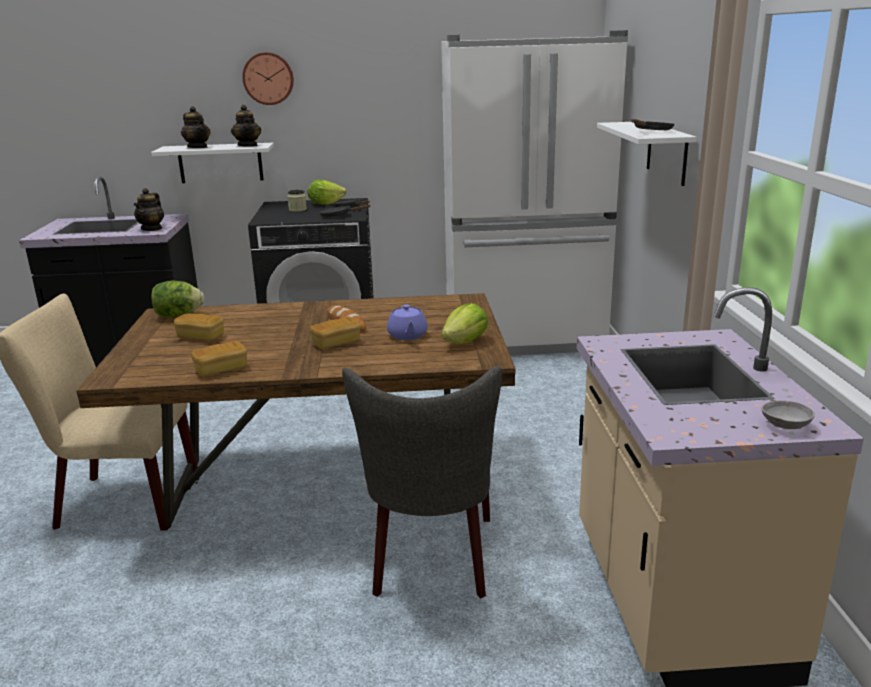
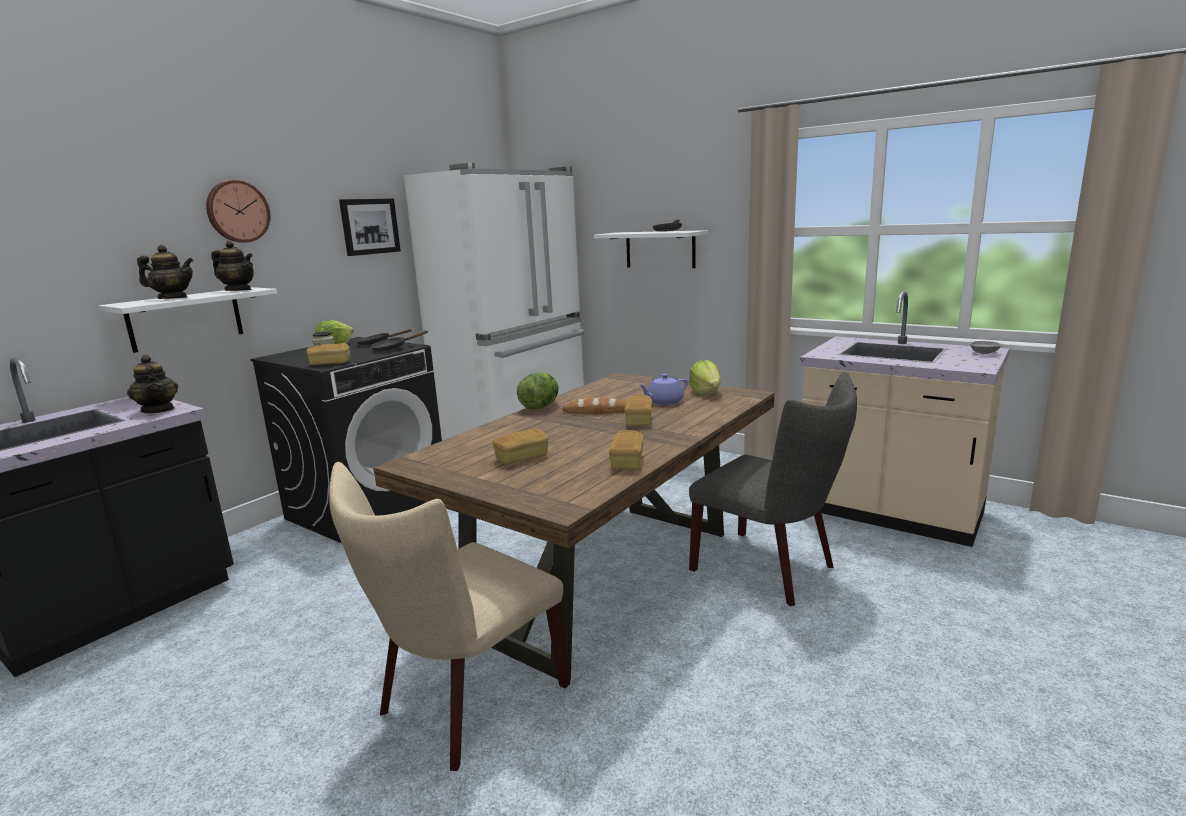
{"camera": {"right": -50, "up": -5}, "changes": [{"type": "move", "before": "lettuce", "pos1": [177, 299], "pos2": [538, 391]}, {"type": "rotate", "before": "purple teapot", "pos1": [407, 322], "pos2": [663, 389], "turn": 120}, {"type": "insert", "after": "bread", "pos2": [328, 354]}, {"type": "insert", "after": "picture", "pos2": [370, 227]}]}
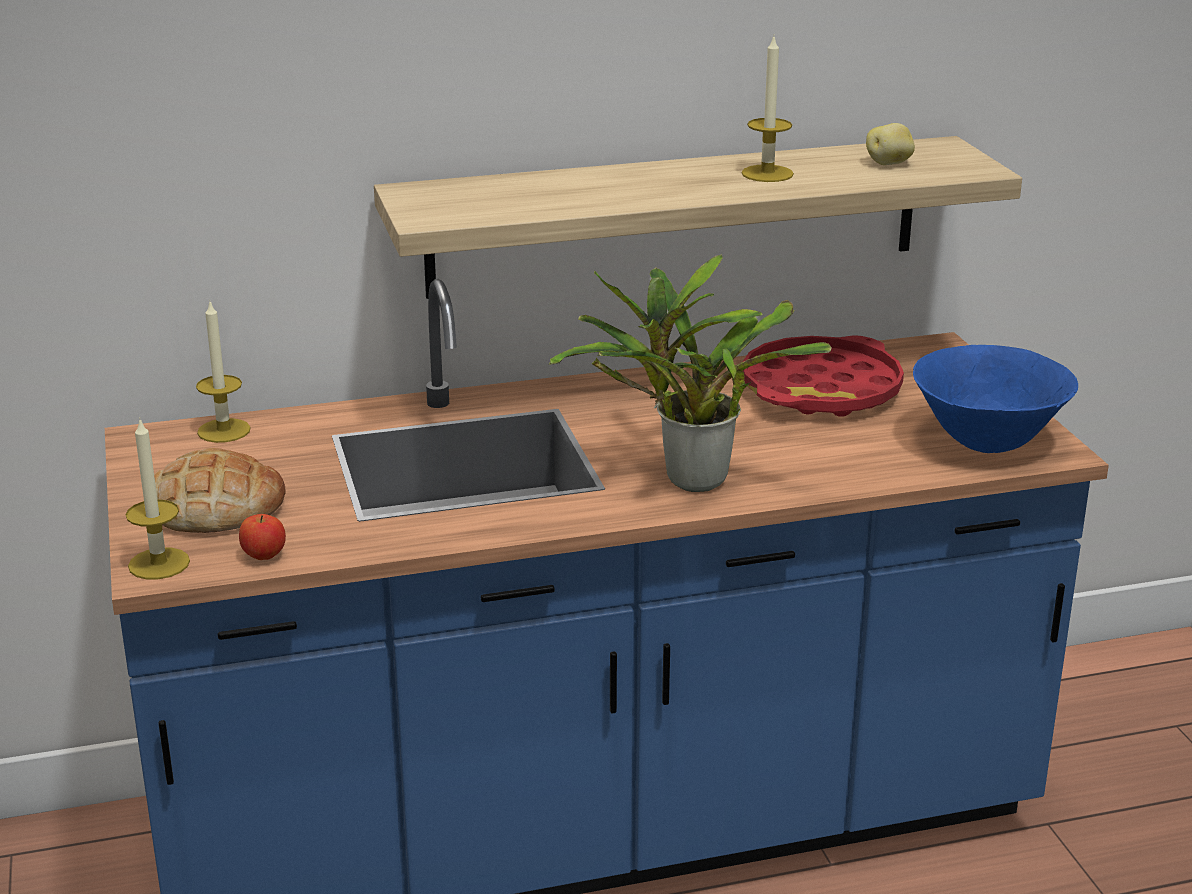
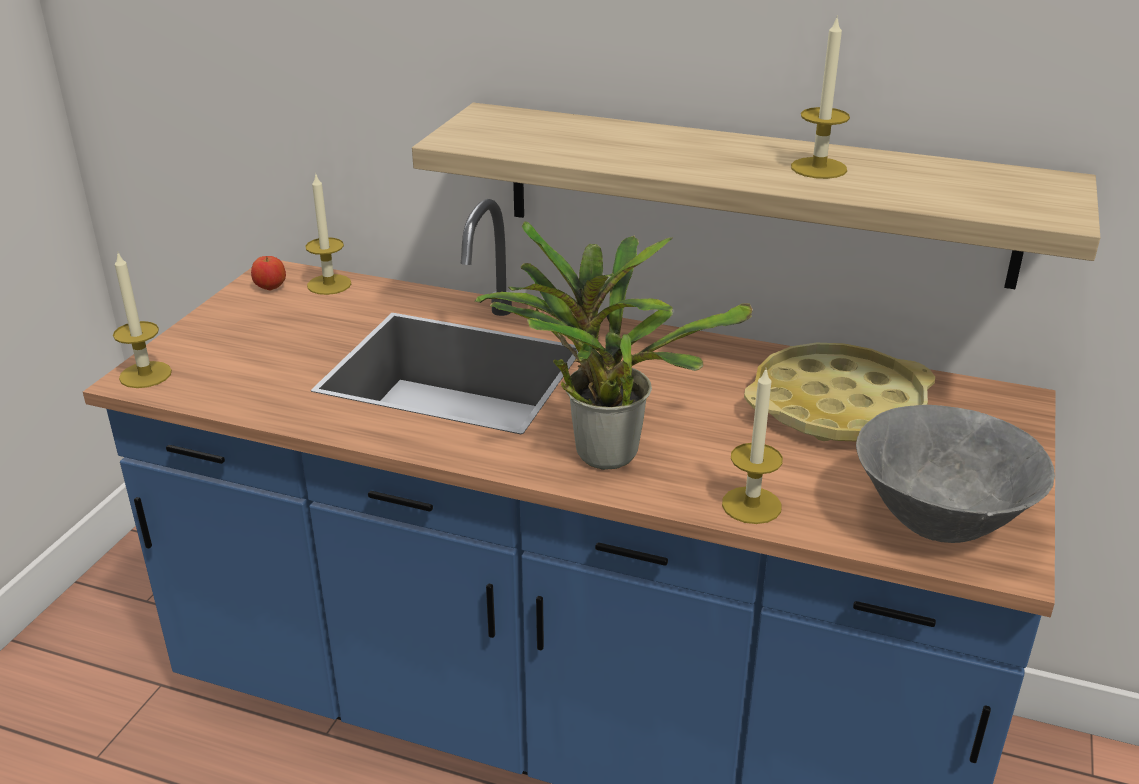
{"camera": {"right": 35, "up": 5}, "changes": [{"type": "delete", "before": "bread", "pos1": [219, 490]}, {"type": "move", "before": "apple", "pos1": [262, 537], "pos2": [268, 273]}, {"type": "recolor", "before": "red tray", "after": "yellow tray", "pos1": [823, 376], "pos2": [839, 392]}, {"type": "delete", "before": "potato", "pos1": [890, 144]}, {"type": "recolor", "before": "blue bowl", "after": "grey bowl", "pos1": [995, 399], "pos2": [955, 474]}, {"type": "insert", "after": "candle", "pos2": [752, 447]}]}
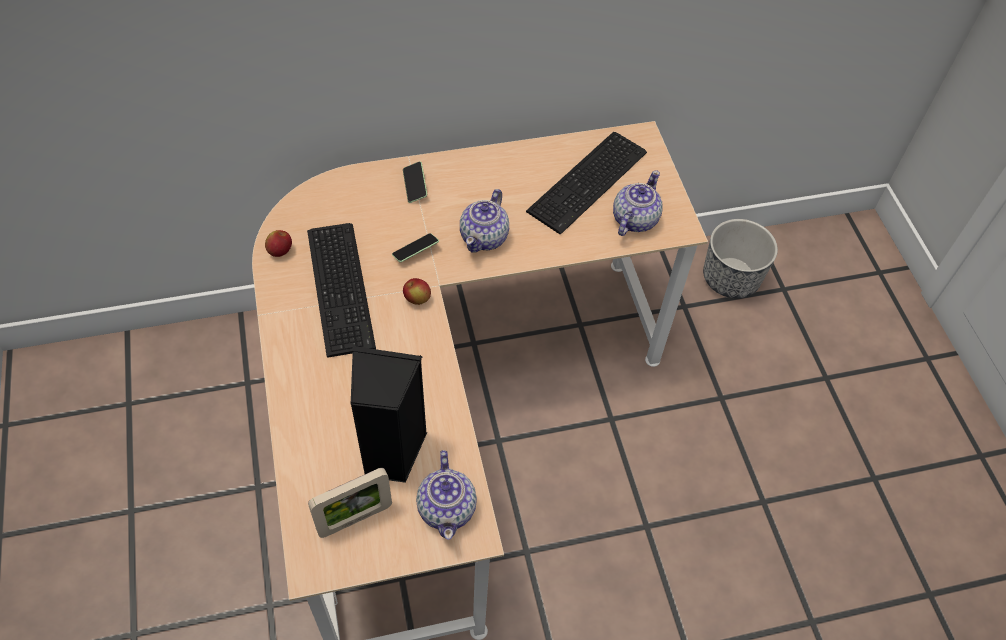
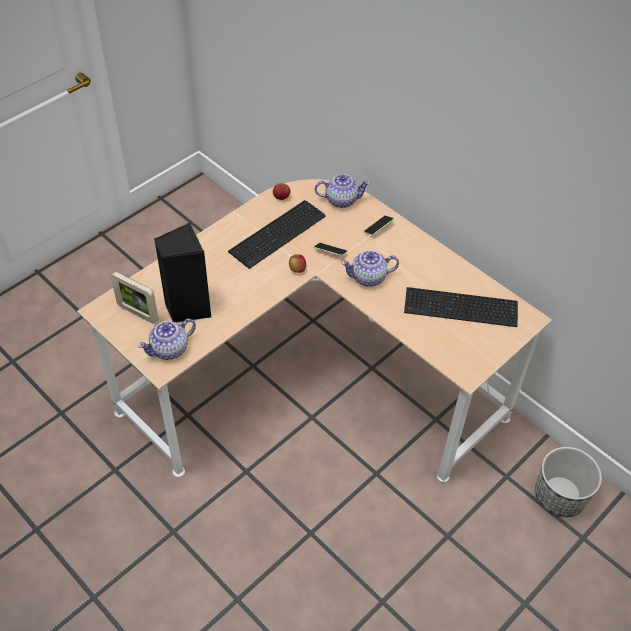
{"camera": {"right": 60, "up": -5}, "changes": [{"type": "move", "before": "teapot", "pos1": [637, 203], "pos2": [342, 191]}]}
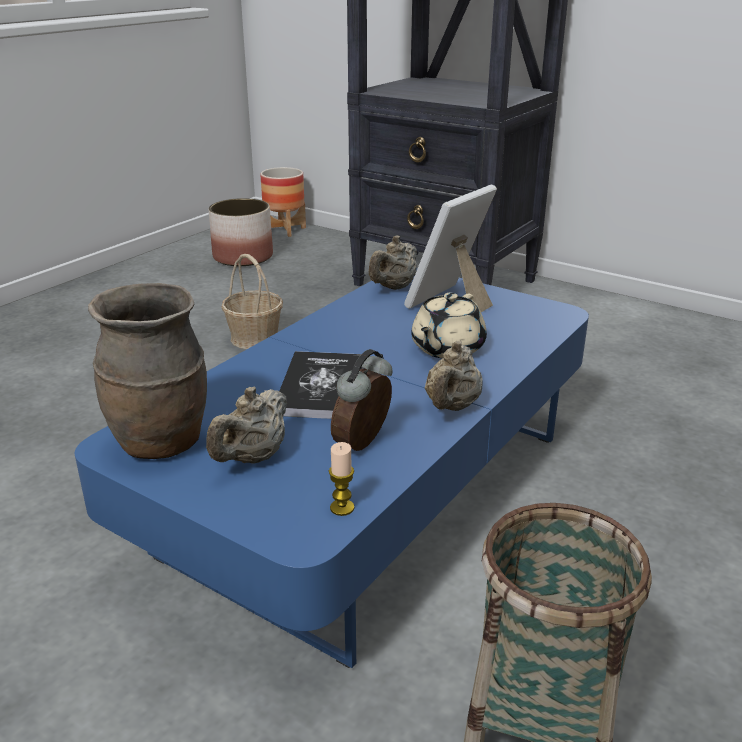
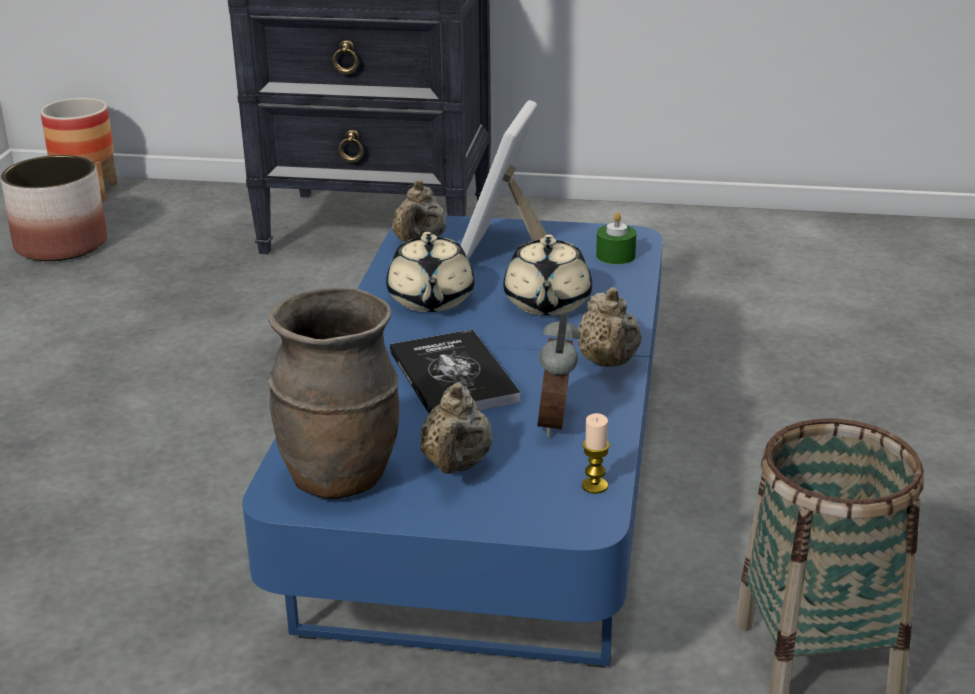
{"camera": {"right": -25, "up": 0}, "changes": [{"type": "delete", "before": "basket", "pos1": [252, 301]}, {"type": "insert", "after": "beige teapot", "pos2": [430, 272]}, {"type": "insert", "after": "green candle", "pos2": [616, 238]}]}
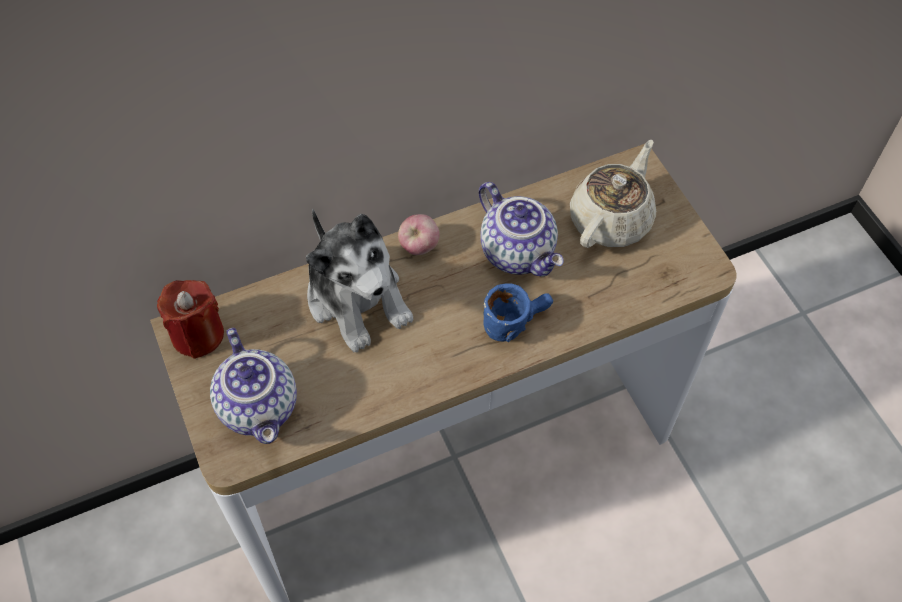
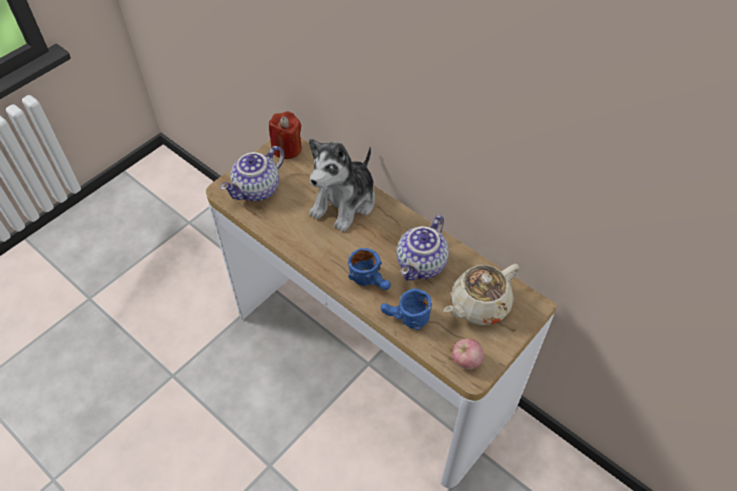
{"camera": {"right": 65, "up": -5}, "changes": [{"type": "move", "before": "apple", "pos1": [419, 234], "pos2": [468, 354]}, {"type": "rotate", "before": "beige teapot", "pos1": [613, 194], "pos2": [481, 294], "turn": 135}, {"type": "insert", "after": "blue mug", "pos2": [406, 309]}]}
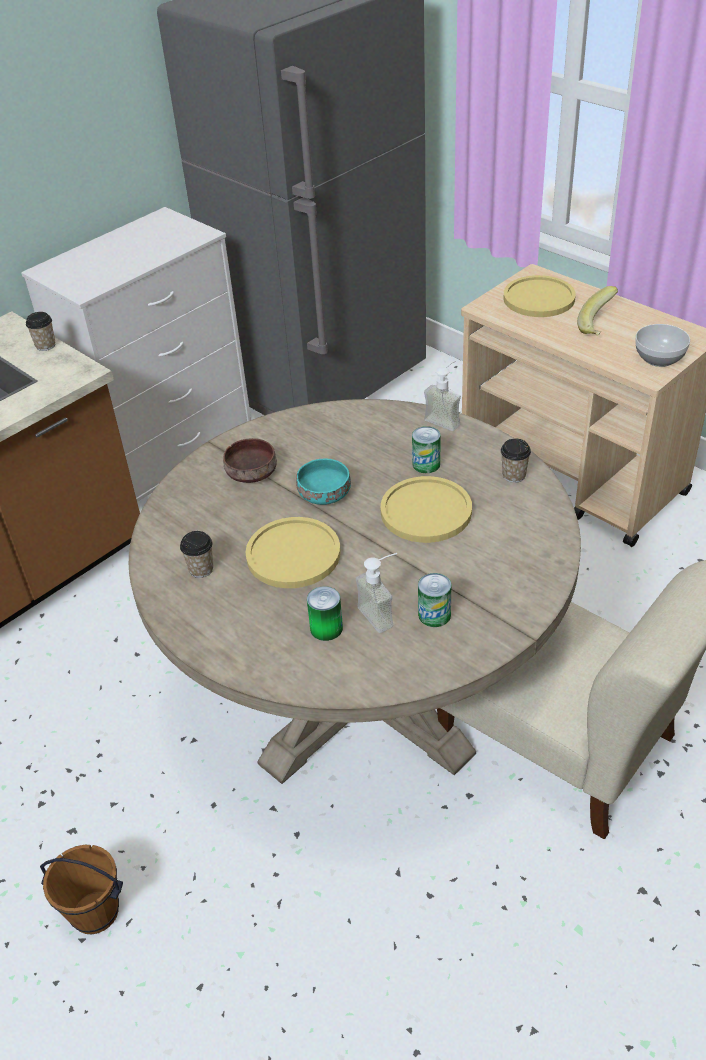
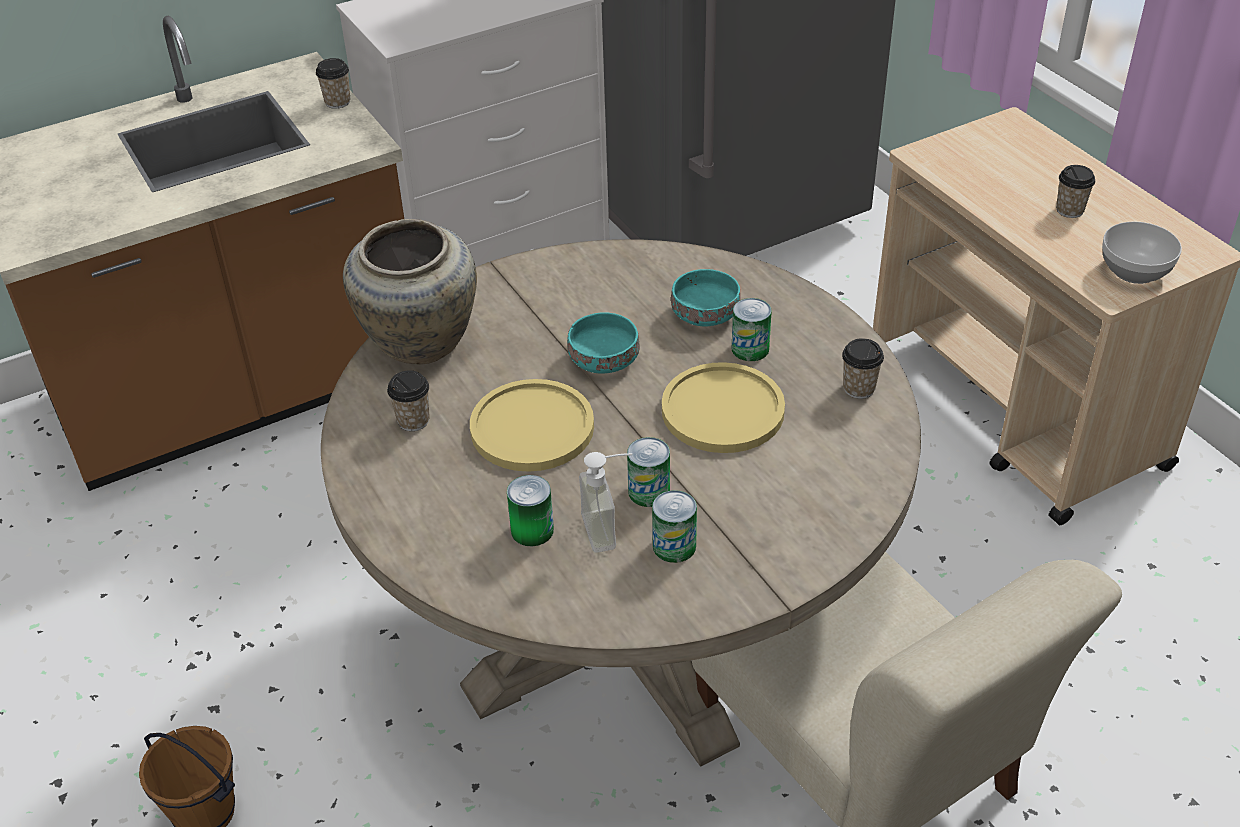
{"camera": {"right": 15, "up": 0}, "changes": [{"type": "delete", "before": "brown bowl", "pos1": [250, 460]}, {"type": "delete", "before": "soap dispenser", "pos1": [442, 396]}, {"type": "delete", "before": "yellow plate", "pos1": [540, 296]}, {"type": "replace", "before": "banana", "after": "cup", "pos1": [597, 311], "pos2": [1075, 191]}, {"type": "insert", "after": "beige vase", "pos2": [410, 292]}, {"type": "insert", "after": "can", "pos2": [648, 472]}, {"type": "insert", "after": "turquoise bowl", "pos2": [706, 298]}]}
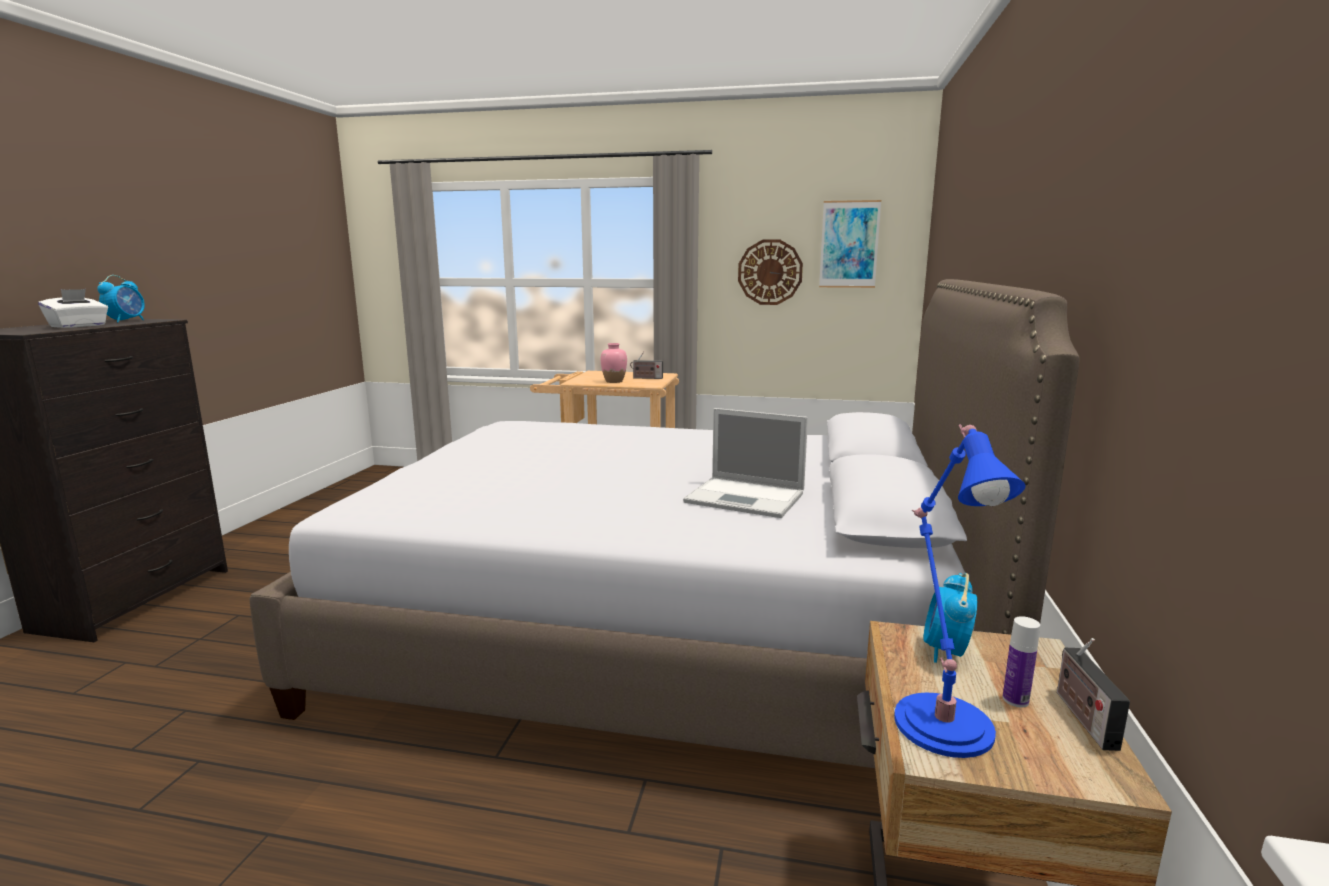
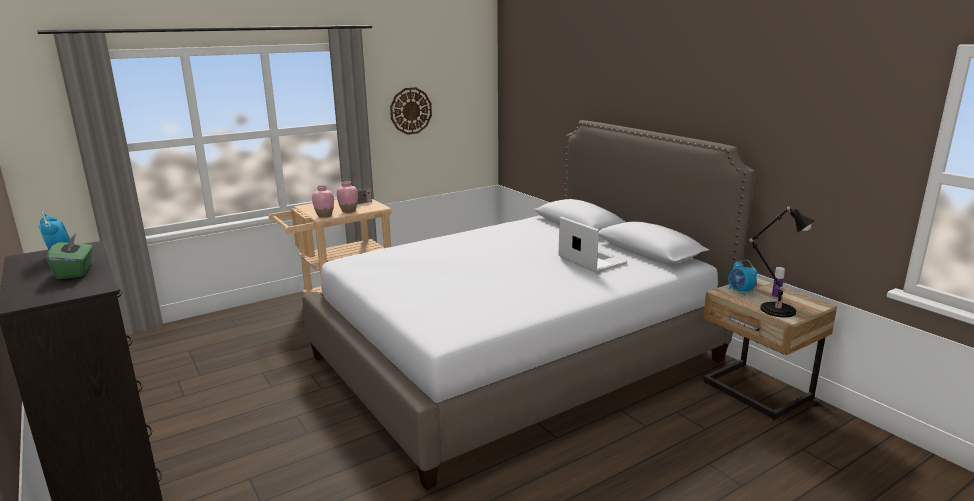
{"camera": {"right": -45, "up": 5}, "changes": [{"type": "recolor", "before": "white tissue box", "after": "green tissue box", "pos1": [73, 308], "pos2": [70, 256]}, {"type": "rotate", "before": "laptop", "pos1": [745, 463], "pos2": [593, 245], "turn": -105}, {"type": "delete", "before": "picture", "pos1": [850, 244]}, {"type": "recolor", "before": "blue table lamp", "after": "black table lamp", "pos1": [959, 591], "pos2": [781, 262]}, {"type": "delete", "before": "radio", "pos1": [1093, 694]}, {"type": "insert", "after": "pink vase", "pos2": [323, 201]}]}
